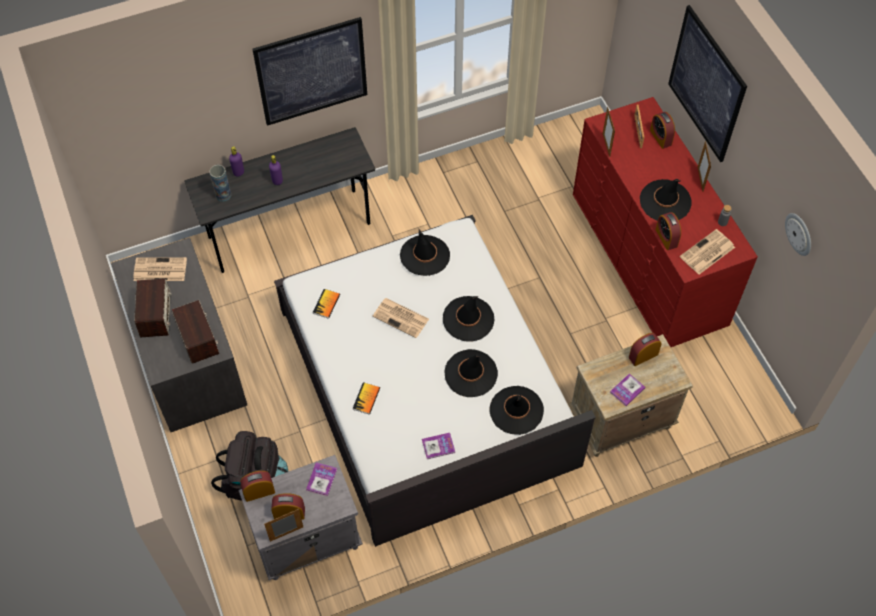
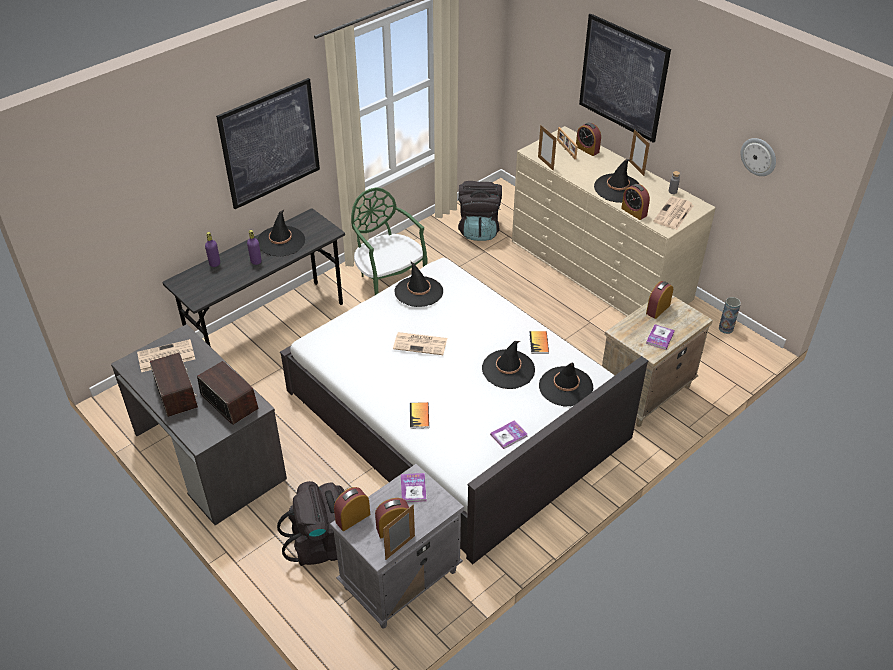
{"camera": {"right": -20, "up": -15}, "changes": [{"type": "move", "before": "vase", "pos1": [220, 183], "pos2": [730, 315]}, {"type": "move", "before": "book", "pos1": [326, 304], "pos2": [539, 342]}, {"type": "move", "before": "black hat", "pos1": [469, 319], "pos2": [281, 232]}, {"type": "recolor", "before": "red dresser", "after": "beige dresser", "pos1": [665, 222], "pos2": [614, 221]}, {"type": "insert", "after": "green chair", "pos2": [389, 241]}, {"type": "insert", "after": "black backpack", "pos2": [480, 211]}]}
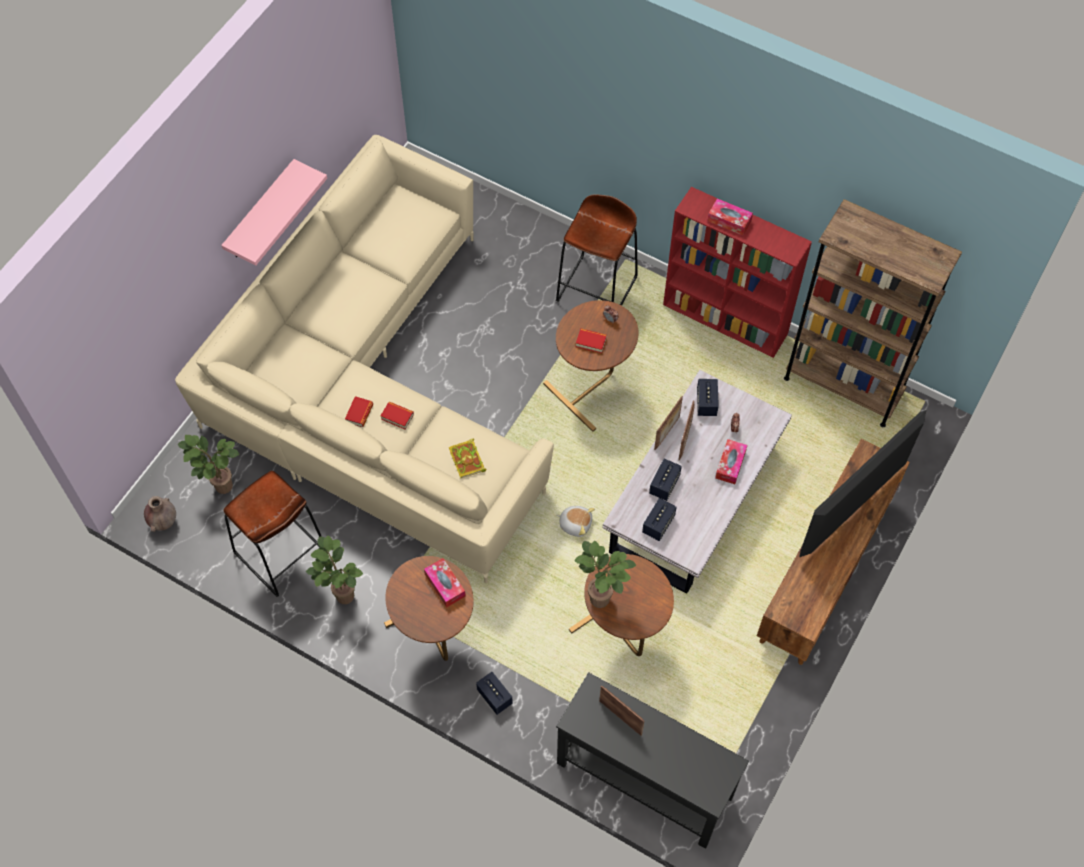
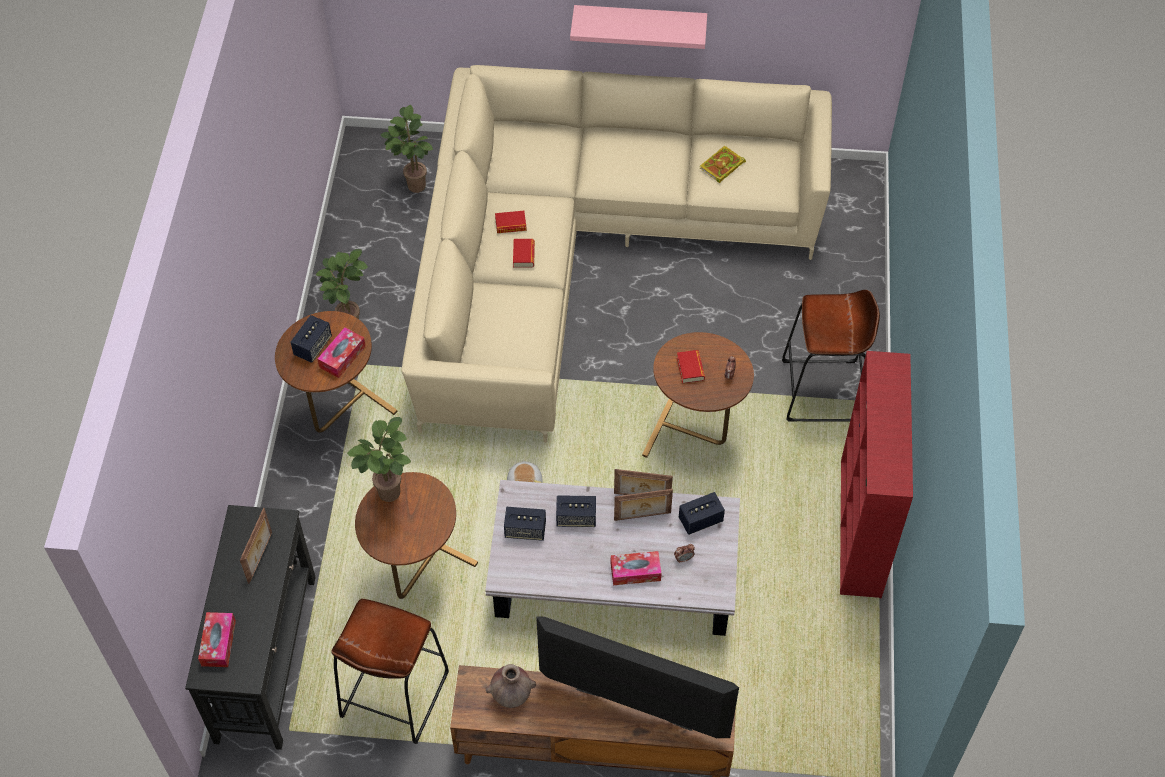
{"camera": {"right": 65, "up": -5}, "changes": [{"type": "move", "before": "brown vase", "pos1": [160, 514], "pos2": [510, 686]}, {"type": "move", "before": "brown stool", "pos1": [275, 534], "pos2": [390, 671]}, {"type": "move", "before": "book", "pos1": [467, 459], "pos2": [723, 164]}, {"type": "move", "before": "speaker", "pos1": [494, 693], "pos2": [311, 339]}, {"type": "move", "before": "tissue box", "pos1": [730, 217], "pos2": [217, 639]}, {"type": "delete", "before": "brown bookcase", "pos1": [873, 313]}]}
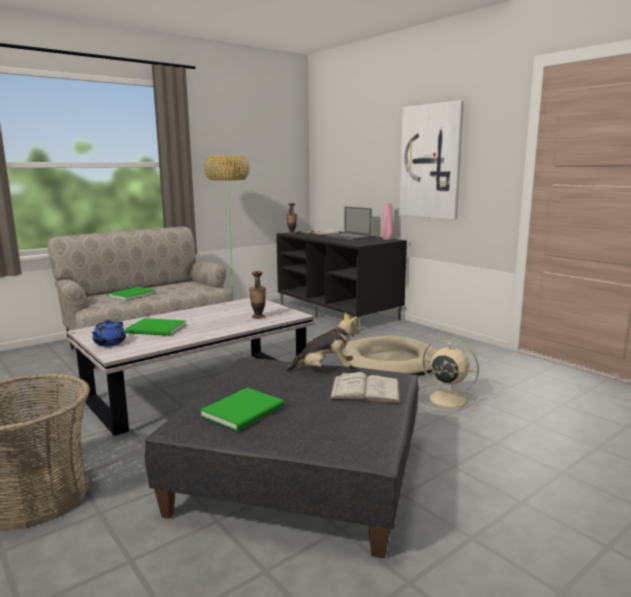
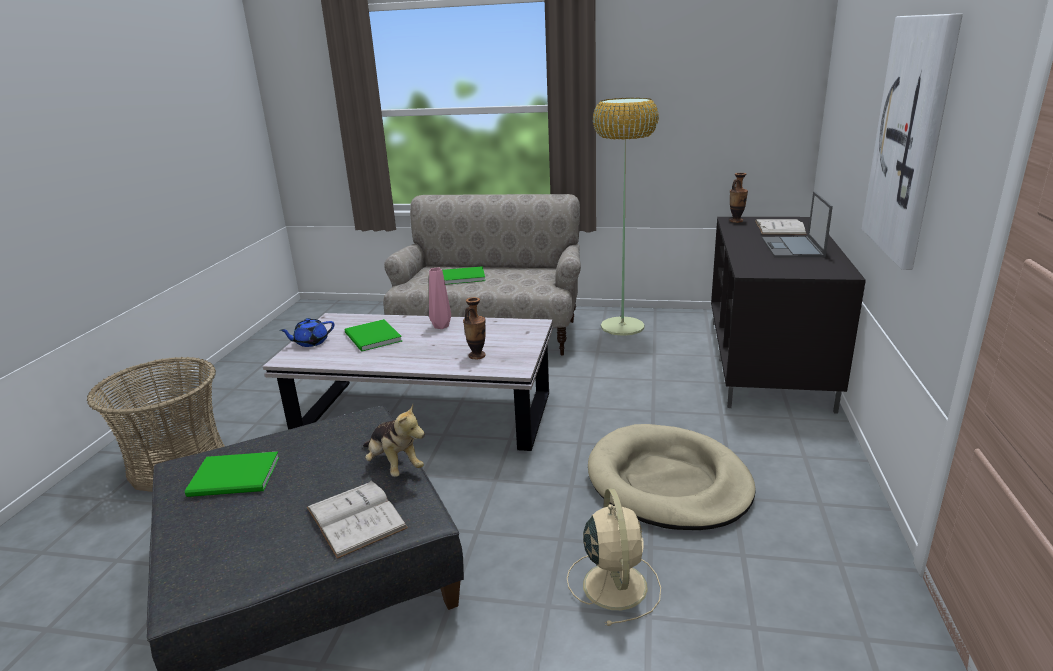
{"camera": {"right": 50, "up": 10}, "changes": [{"type": "move", "before": "pink vase", "pos1": [387, 221], "pos2": [440, 298]}]}
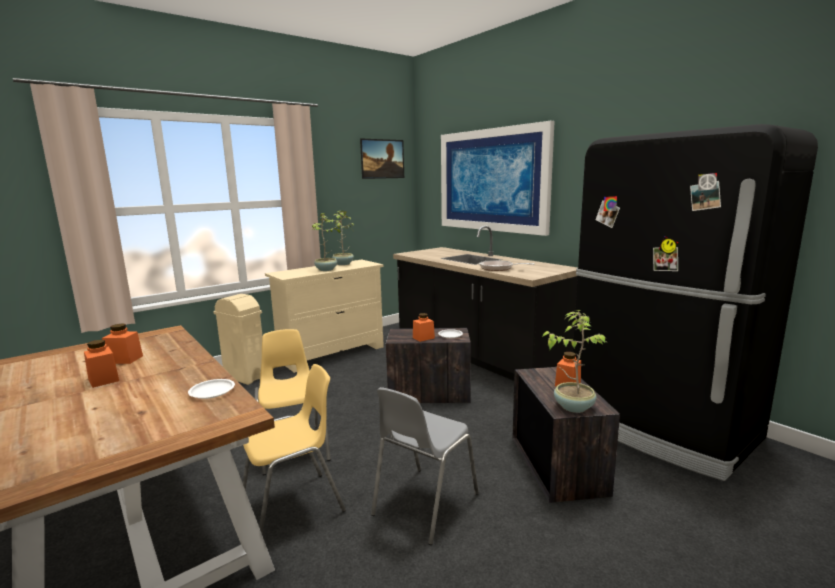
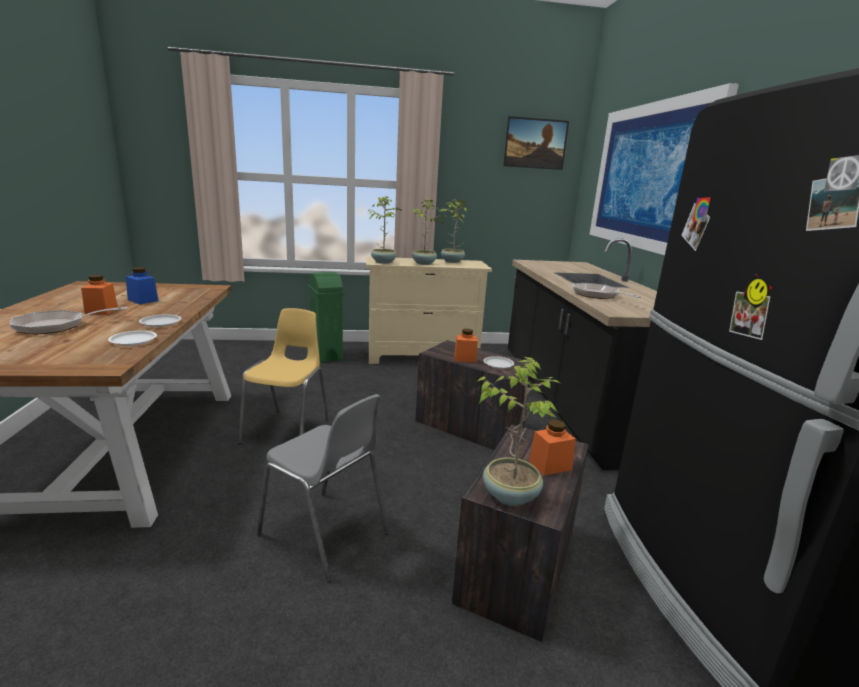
{"camera": {"right": 30, "up": 5}, "changes": [{"type": "recolor", "before": "orange jar", "after": "blue jar", "pos1": [122, 343], "pos2": [142, 285]}, {"type": "recolor", "before": "beige trash can", "after": "green trash can", "pos1": [238, 339], "pos2": [326, 317]}, {"type": "delete", "before": "yellow chair", "pos1": [294, 449]}, {"type": "rotate", "before": "grey chair", "pos1": [425, 466], "pos2": [323, 488], "turn": -120}, {"type": "insert", "after": "frying pan", "pos2": [68, 321]}, {"type": "insert", "after": "white plate", "pos2": [160, 320]}, {"type": "insert", "after": "potted plant", "pos2": [385, 230]}]}
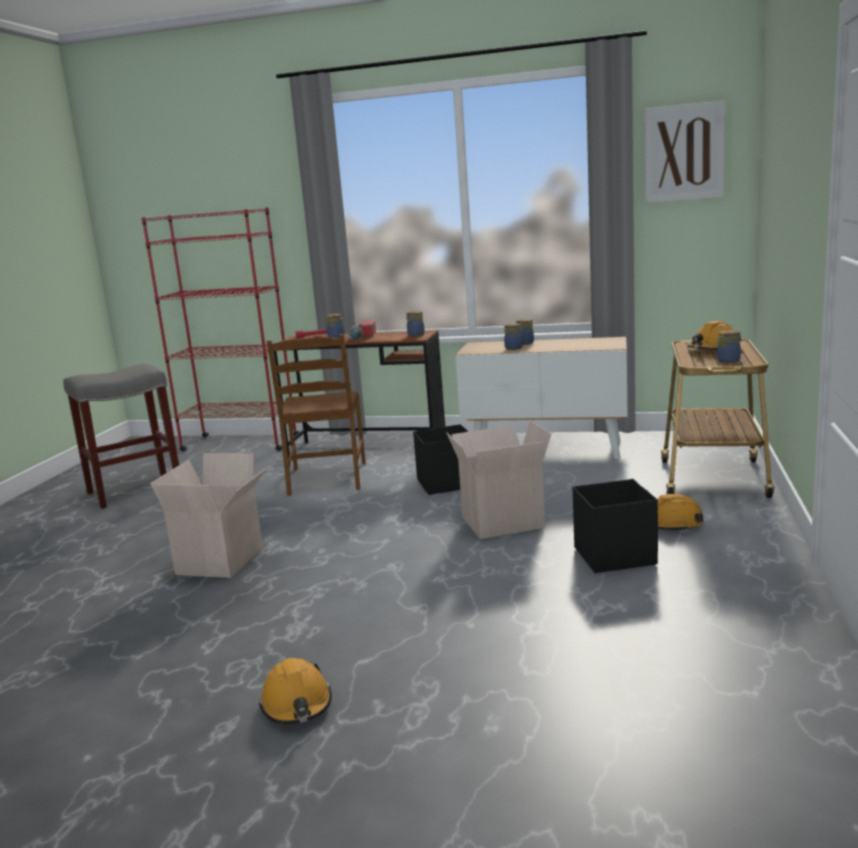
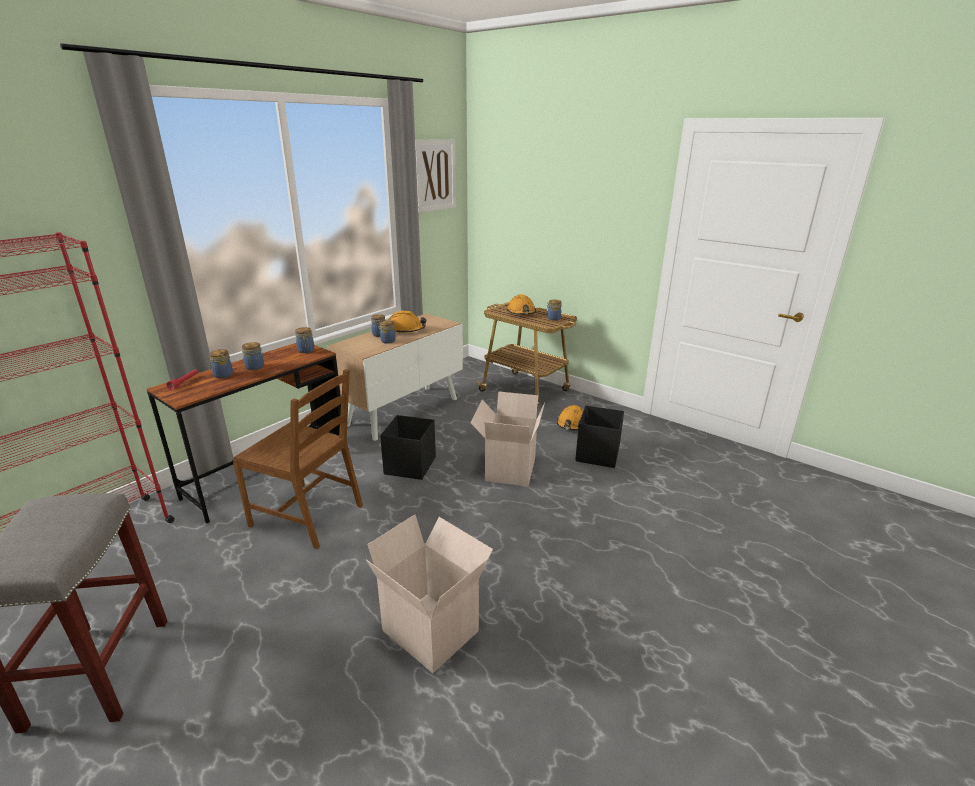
{"camera": {"right": -65, "up": 10}, "changes": [{"type": "move", "before": "orange hard hat", "pos1": [295, 691], "pos2": [407, 322]}, {"type": "replace", "before": "flashlight", "after": "jar", "pos1": [362, 330], "pos2": [253, 356]}]}
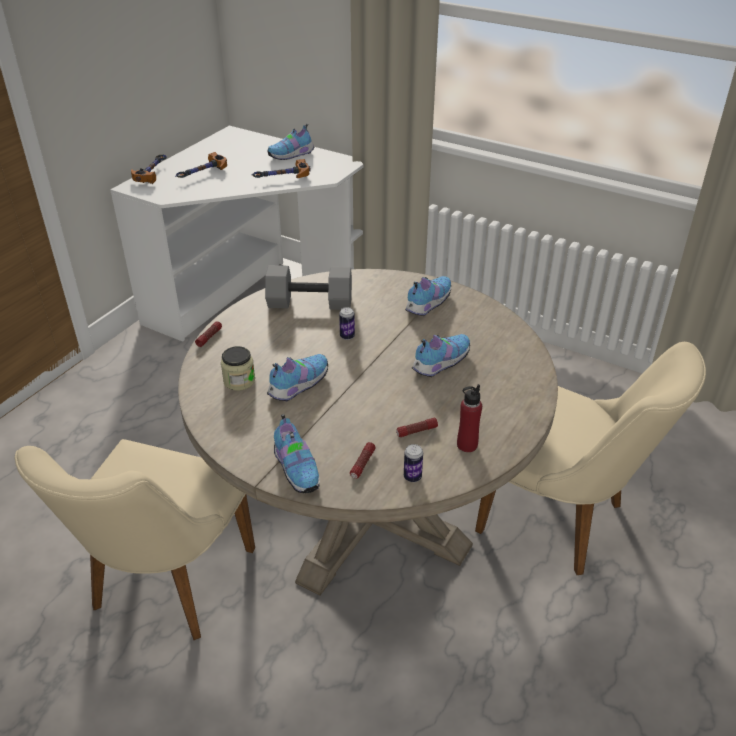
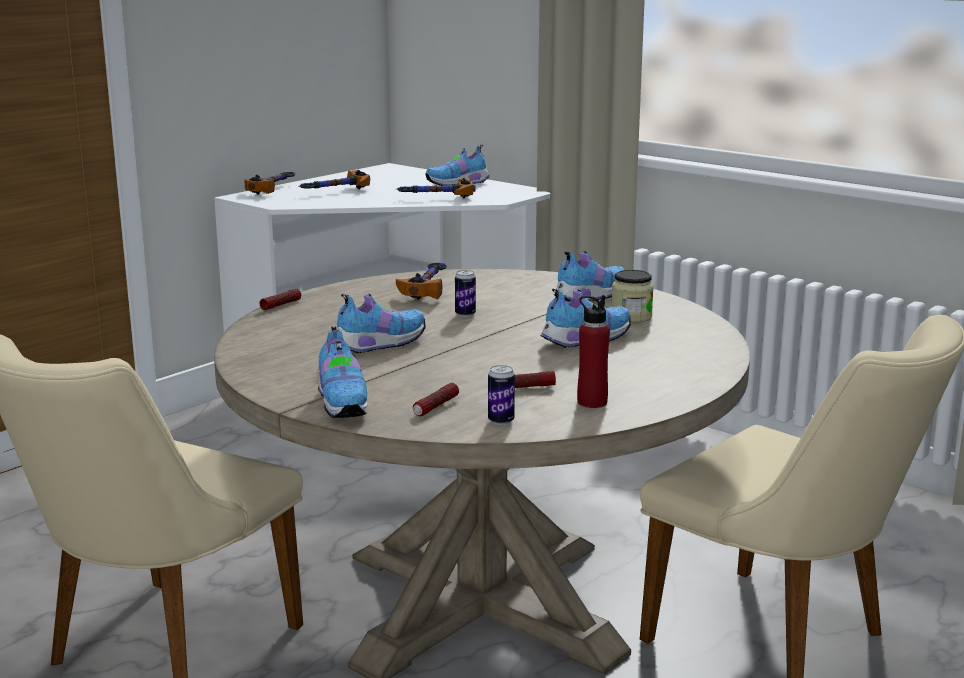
{"camera": {"right": 10, "up": -20}, "changes": [{"type": "move", "before": "jar", "pos1": [238, 368], "pos2": [633, 296]}, {"type": "replace", "before": "grey dumbbell", "after": "hammer", "pos1": [308, 287], "pos2": [421, 281]}]}
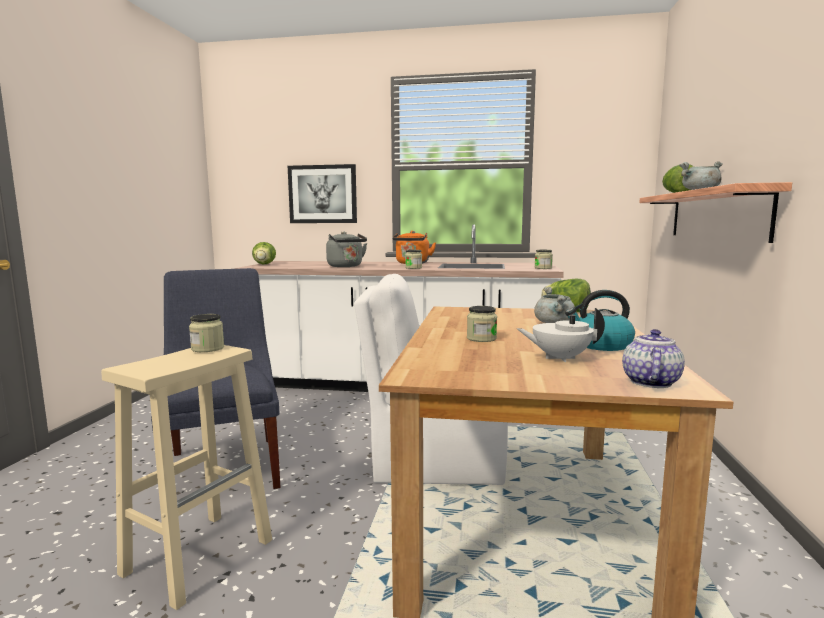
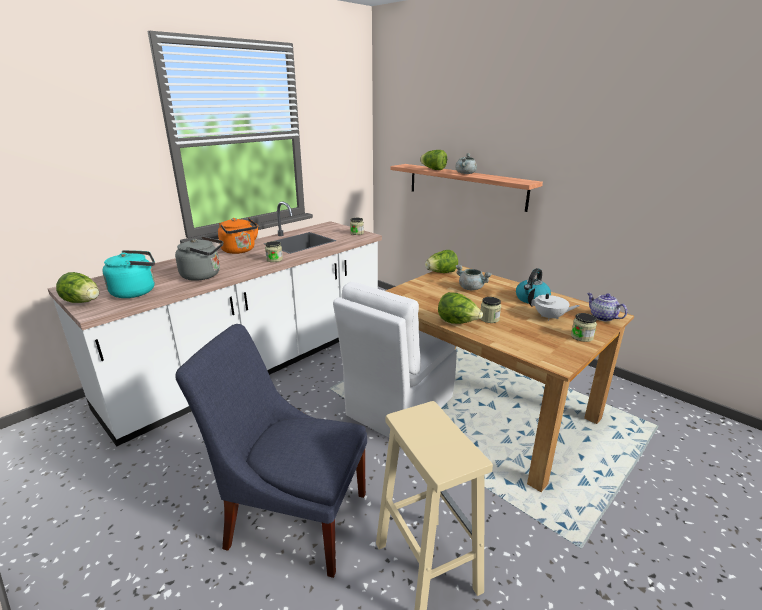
{"camera": {"right": -55, "up": 15}, "changes": [{"type": "move", "before": "jar", "pos1": [206, 333], "pos2": [584, 327]}, {"type": "delete", "before": "picture", "pos1": [322, 193]}, {"type": "rotate", "before": "white teapot", "pos1": [561, 335], "pos2": [554, 304], "turn": -105}, {"type": "insert", "after": "turquoise kettle", "pos2": [128, 274]}, {"type": "insert", "after": "lettuce", "pos2": [460, 308]}]}
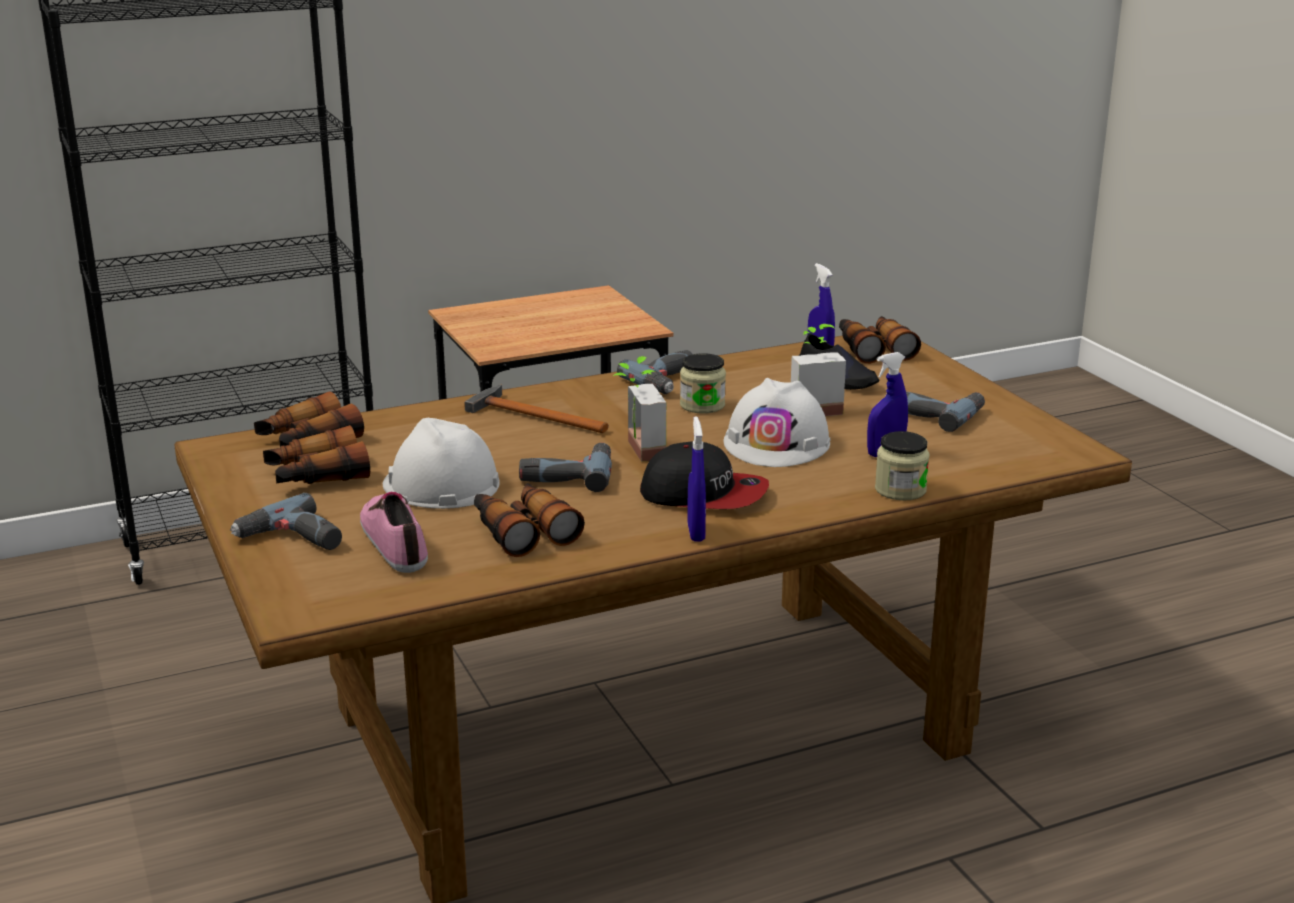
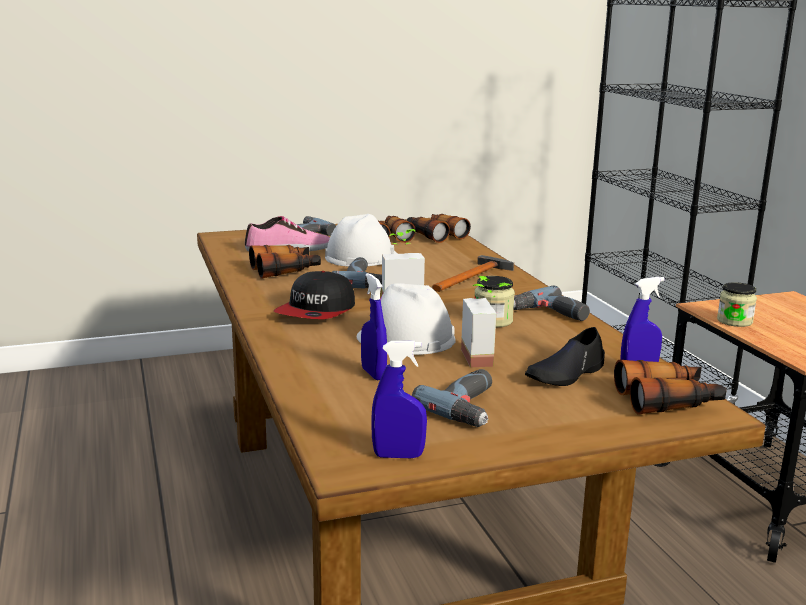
{"camera": {"right": 95, "up": -5}, "changes": [{"type": "move", "before": "blue spray bottle", "pos1": [696, 479], "pos2": [399, 399]}, {"type": "move", "before": "jar", "pos1": [902, 466], "pos2": [737, 304]}]}
